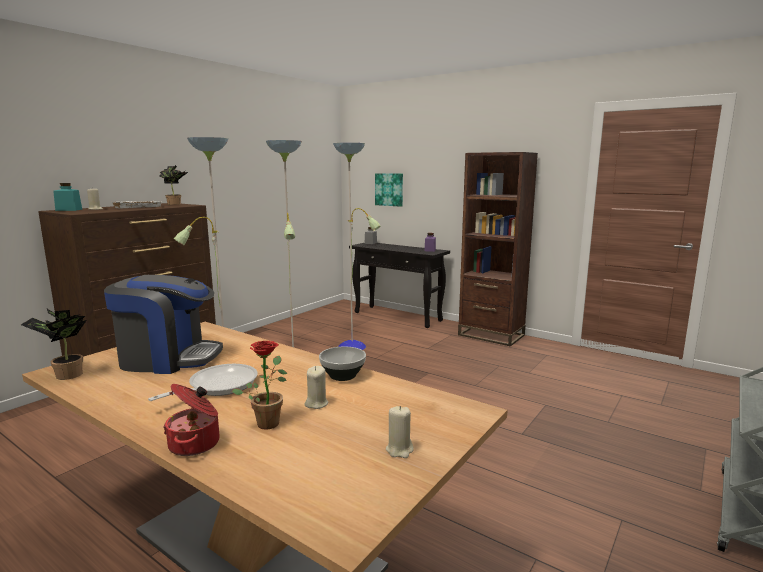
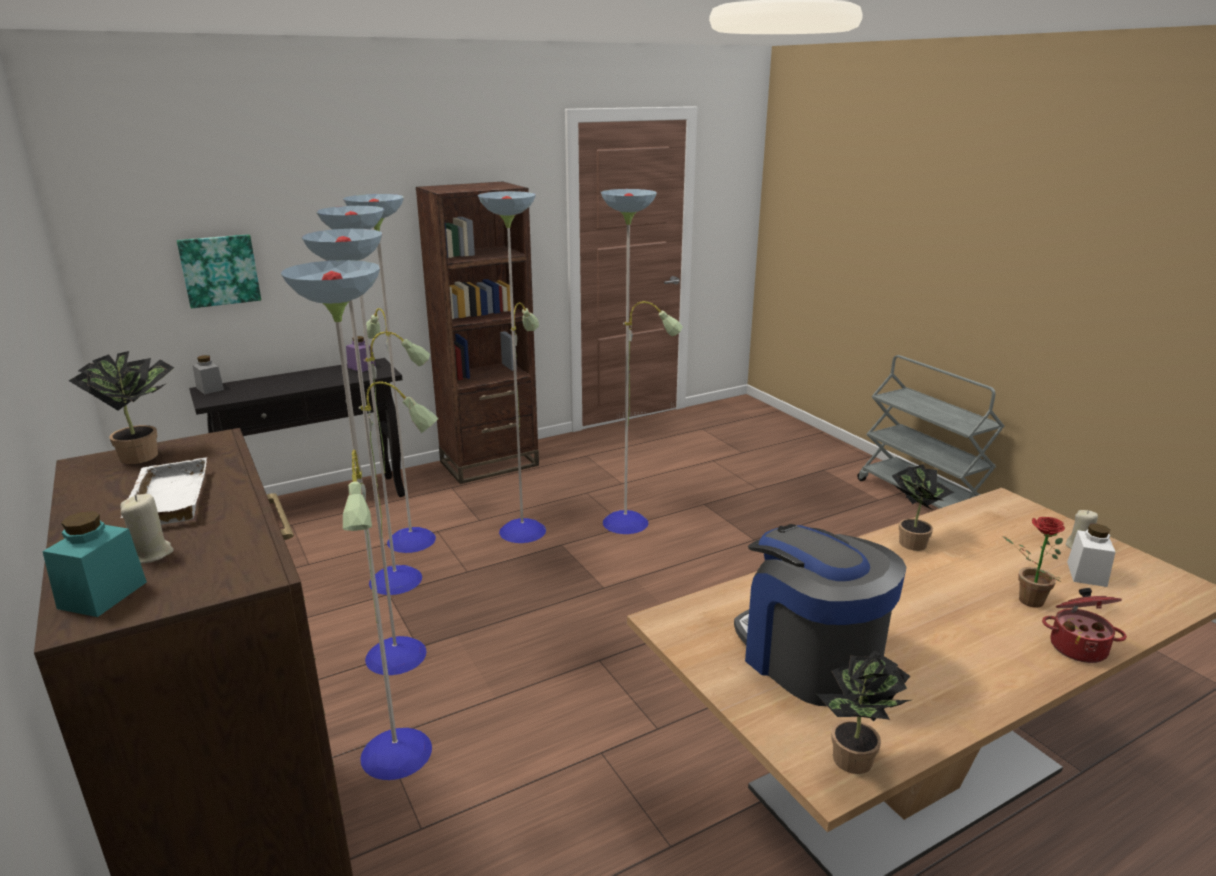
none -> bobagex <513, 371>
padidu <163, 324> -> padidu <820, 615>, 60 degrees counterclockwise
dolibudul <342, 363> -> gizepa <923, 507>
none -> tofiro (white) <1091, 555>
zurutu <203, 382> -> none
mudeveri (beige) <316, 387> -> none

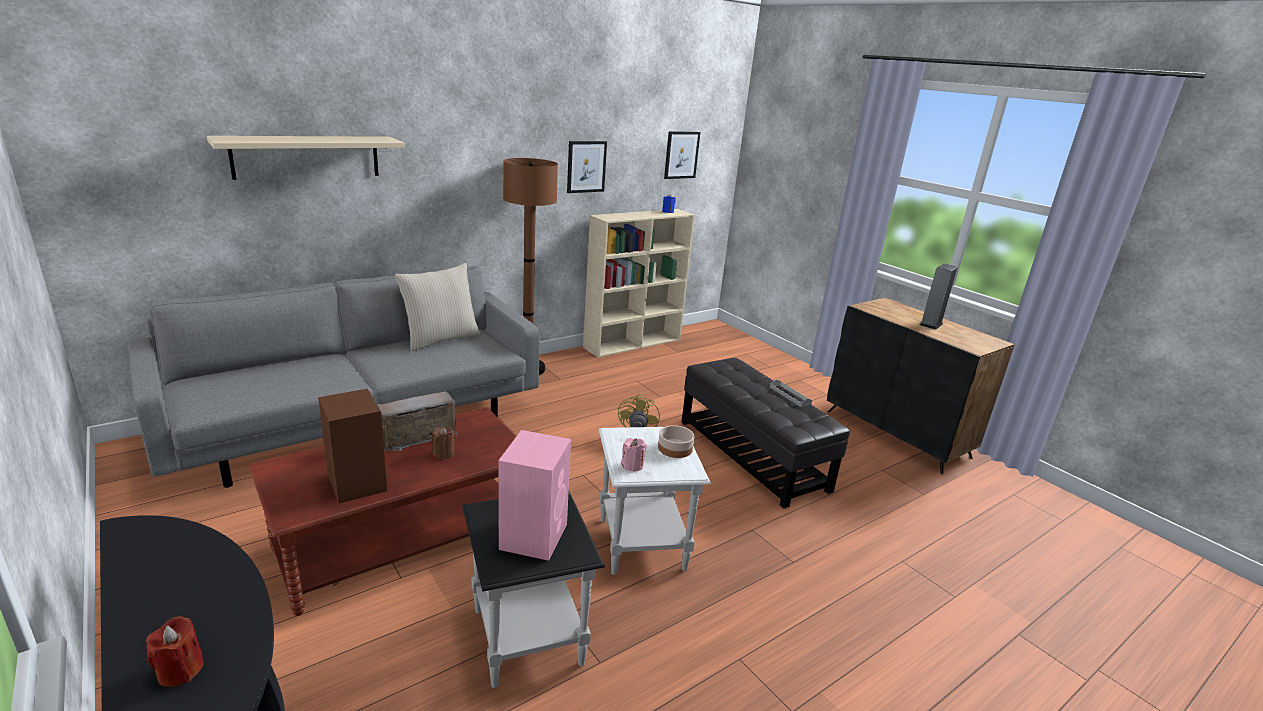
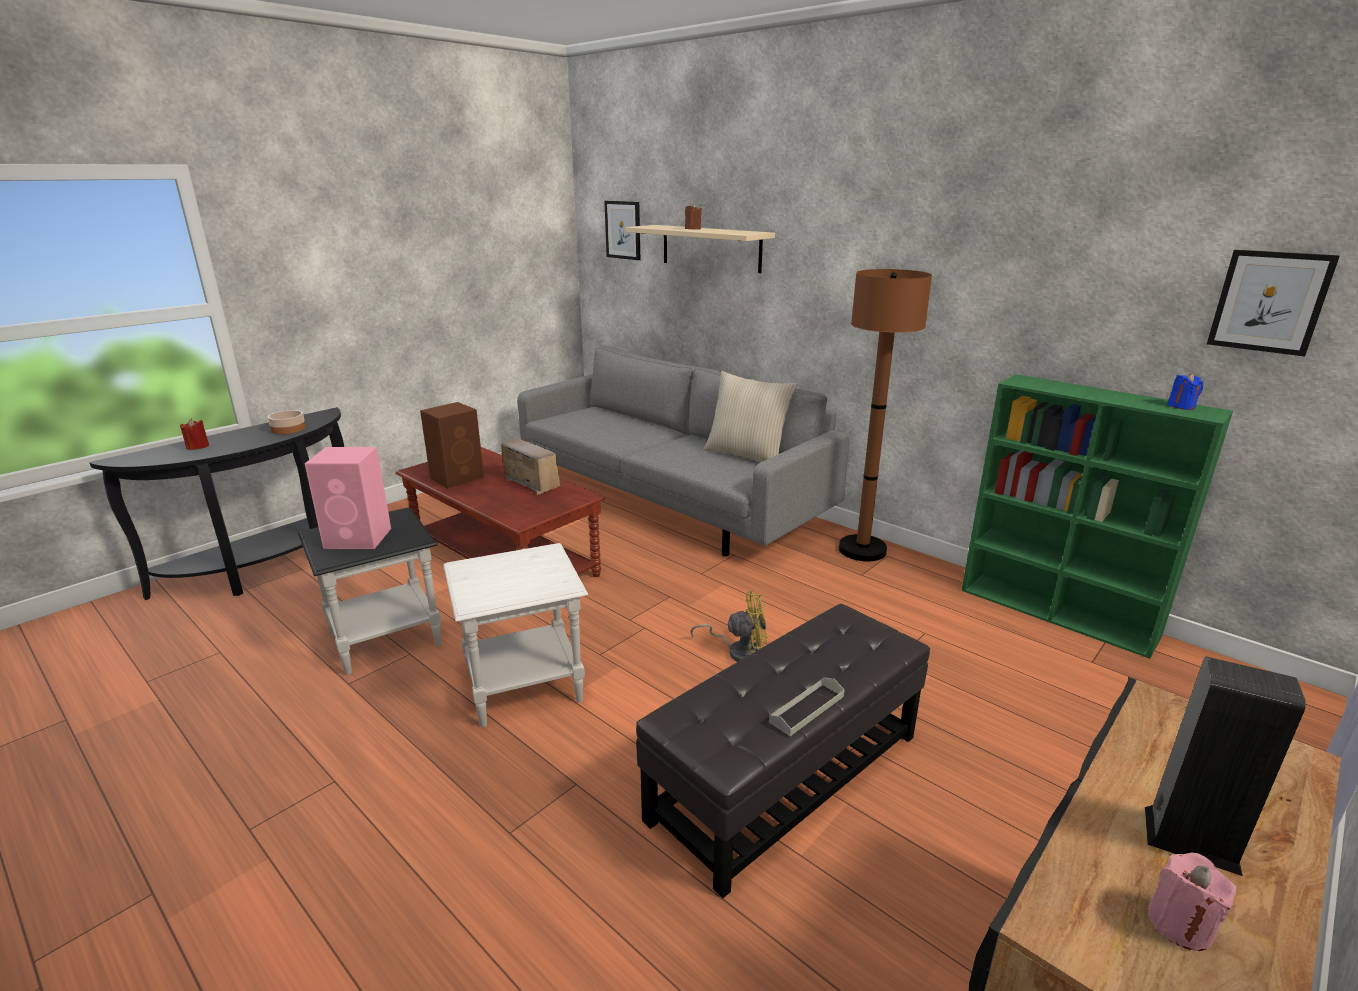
dolibudul <676, 441> -> dolibudul <287, 422>, shifted
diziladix <587, 167> -> diziladix <622, 230>, shifted
mudeveri (brown) <443, 443> -> mudeveri (brown) <693, 217>, shifted
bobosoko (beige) <639, 283> -> bobosoko (green) <1097, 516>
mudeveri (pink) <634, 455> -> mudeveri (pink) <1192, 902>, shifted

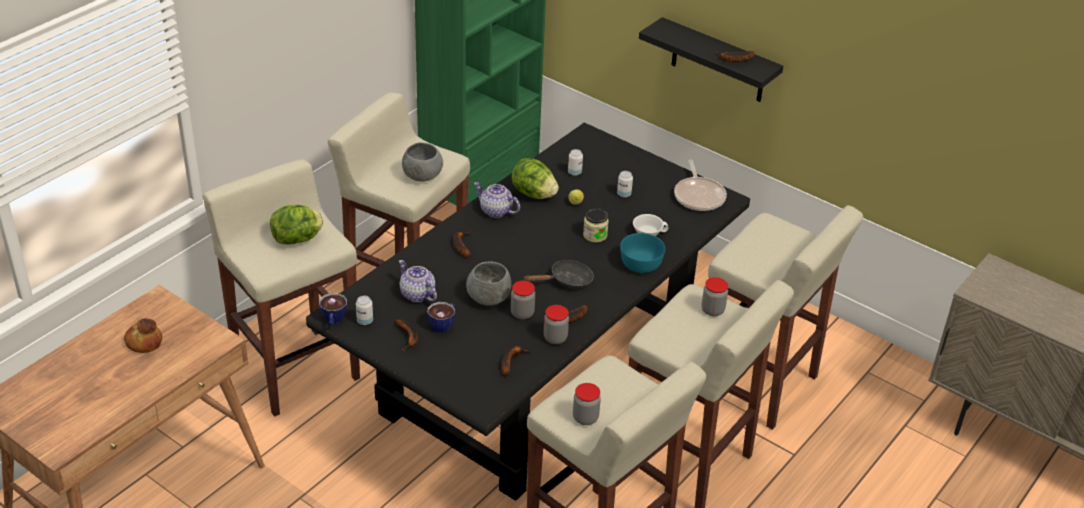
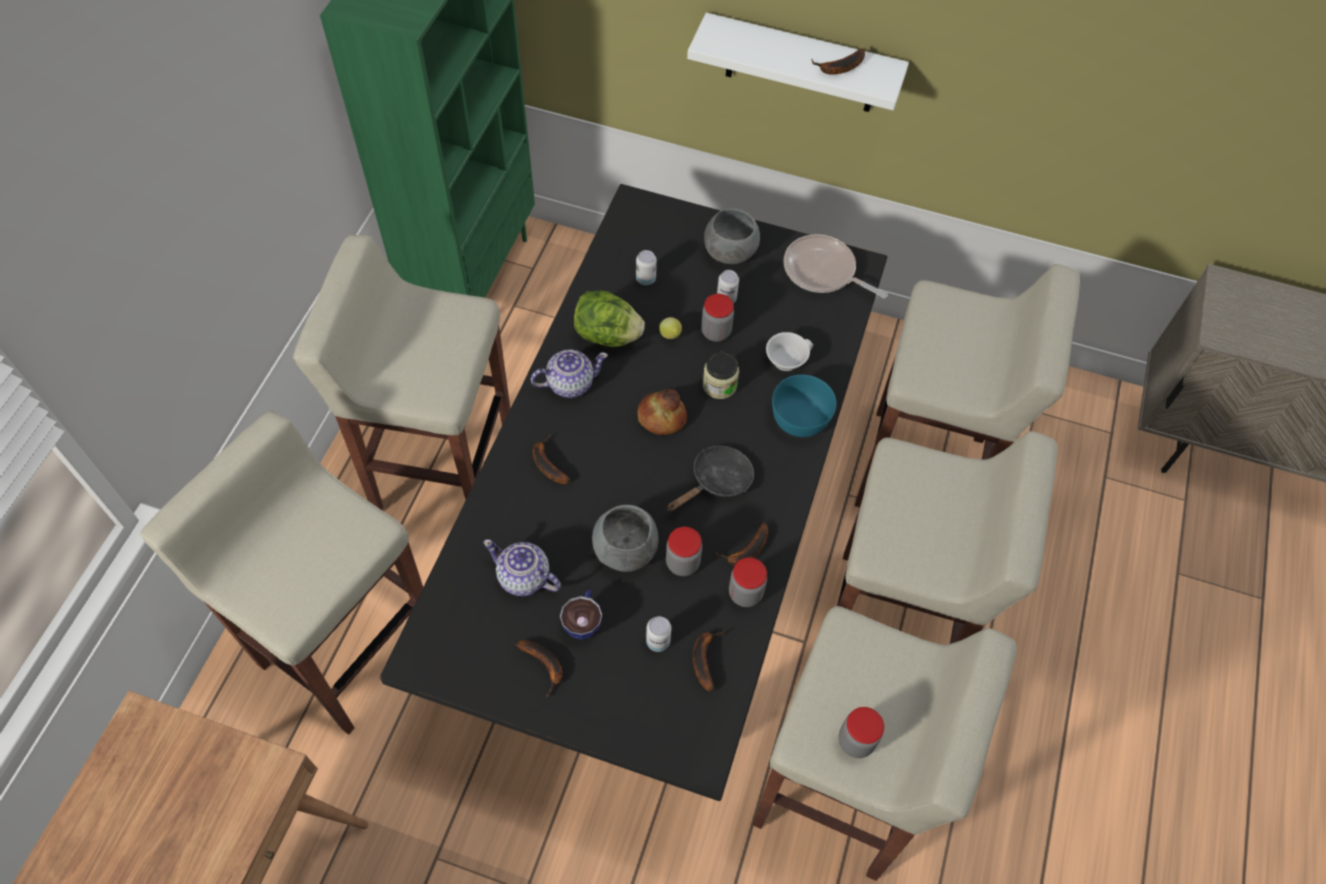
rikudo <497, 200> -> rikudo <569, 373>, 150 degrees clockwise
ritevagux <143, 335> -> ritevagux <662, 412>, shifted
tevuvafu <364, 310> -> tevuvafu <658, 634>, shifted
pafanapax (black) <711, 59> -> pafanapax (white) <798, 62>
tofiro <715, 296> -> tofiro <717, 318>, shifted
dolibudul (grey) <422, 162> -> dolibudul (grey) <732, 236>, shifted
zurutu <700, 185> -> zurutu <836, 266>, 150 degrees clockwise
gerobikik <296, 225> -> none
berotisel <333, 309> -> none

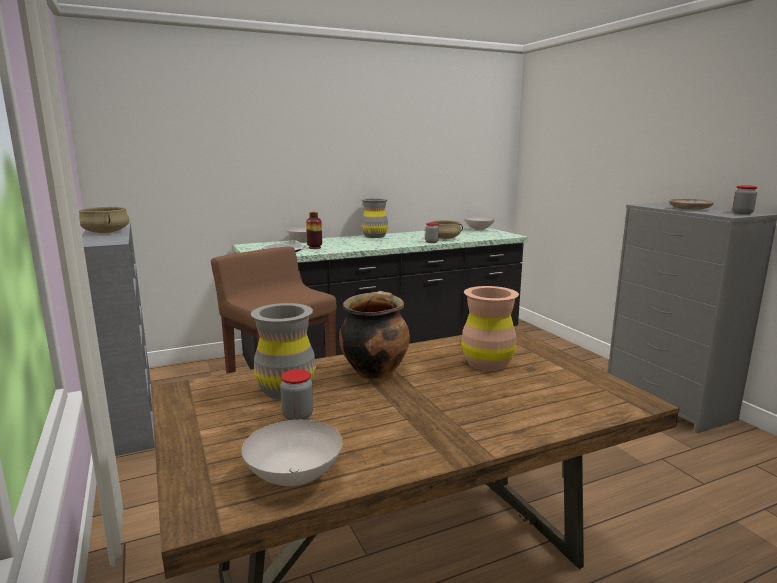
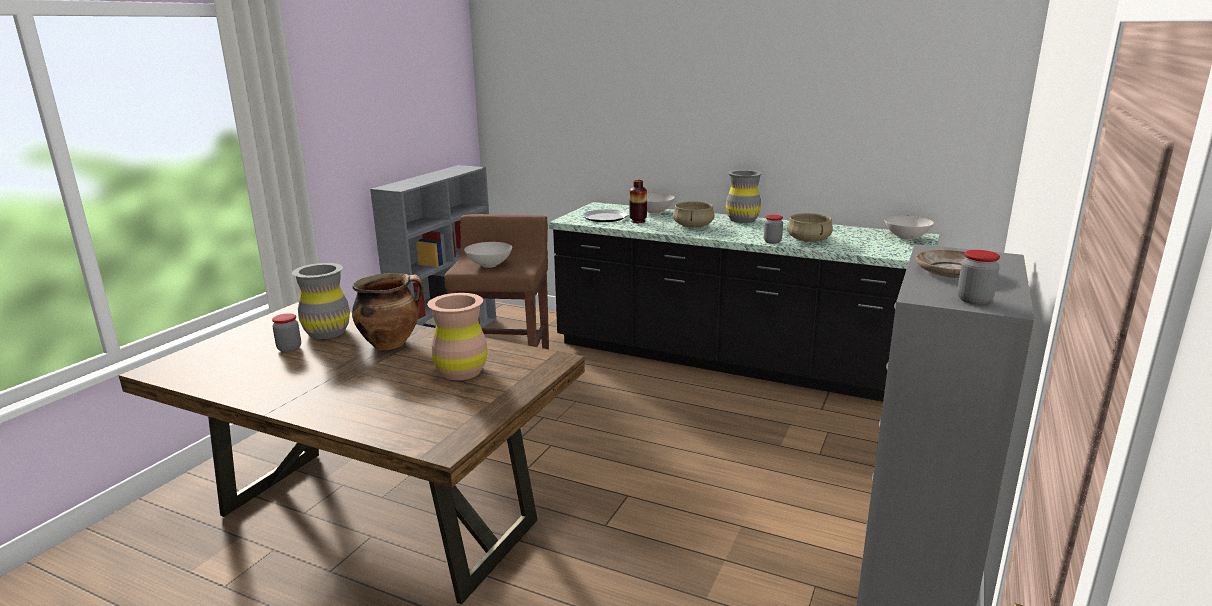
dolibudul (white) <292, 453> -> dolibudul (white) <488, 255>, shifted
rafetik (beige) <104, 220> -> rafetik (beige) <694, 214>, shifted

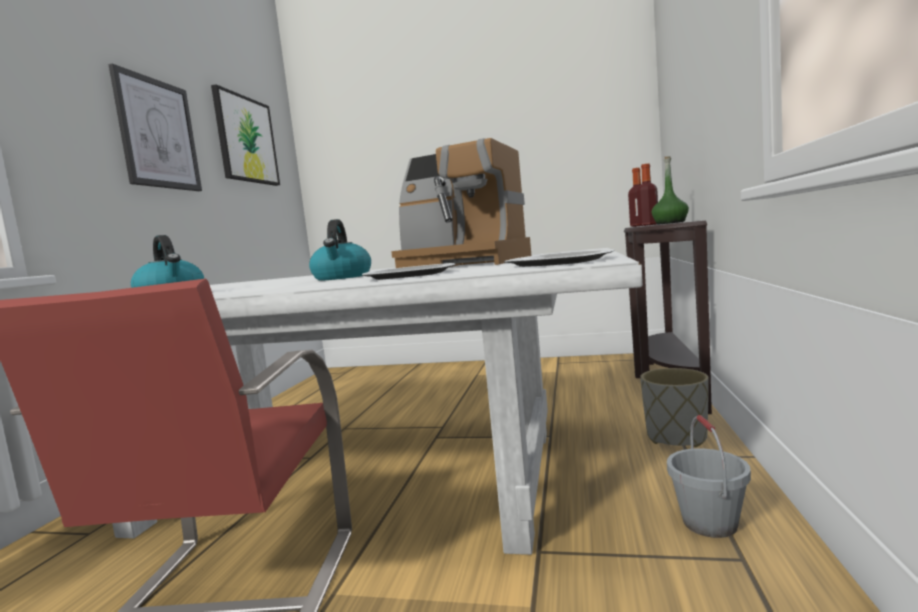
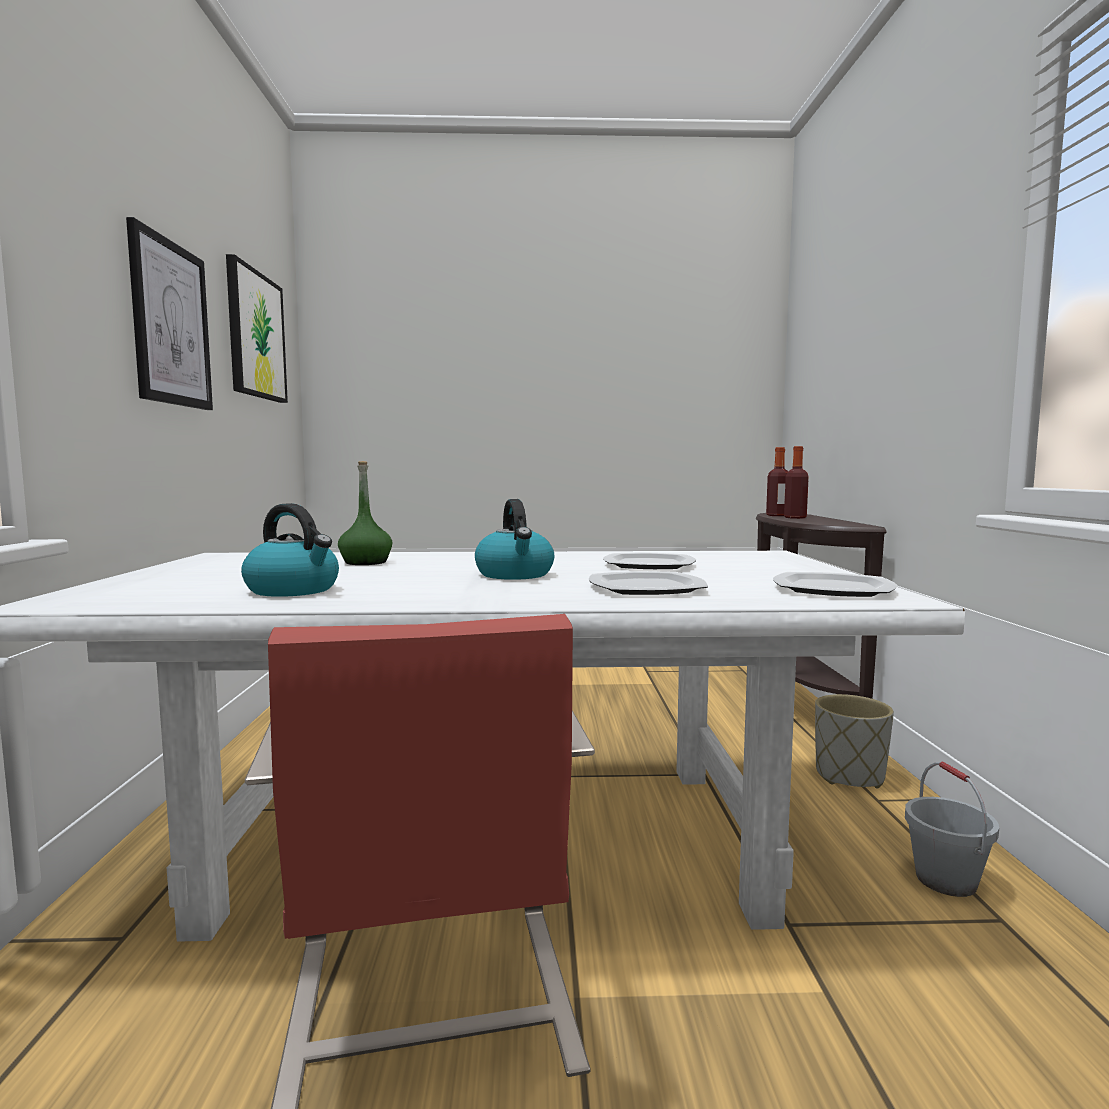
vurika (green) <670, 190> -> vurika (green) <365, 513>, shifted
padidu <461, 203> -> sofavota <649, 561>

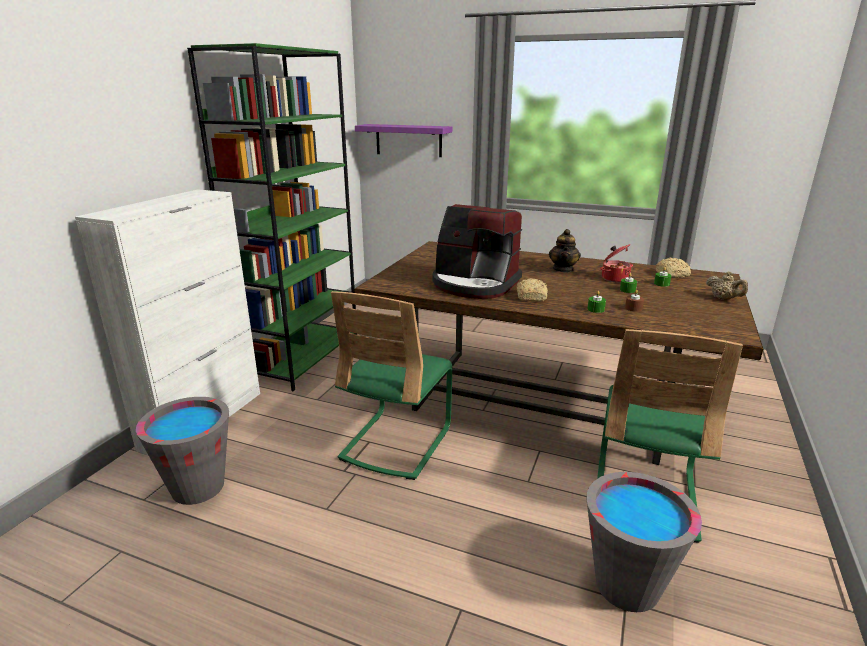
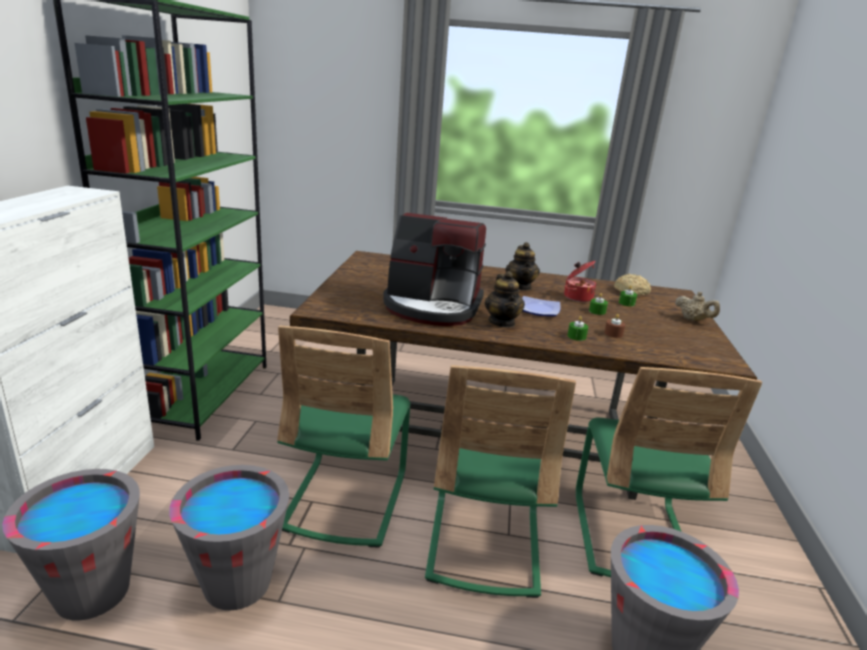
none -> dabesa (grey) <229, 537>
none -> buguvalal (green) <500, 481>
ritevagux <532, 290> -> rikudo <505, 299>
none -> sofavota <541, 306>
pafanapax (purple) <403, 140> -> none

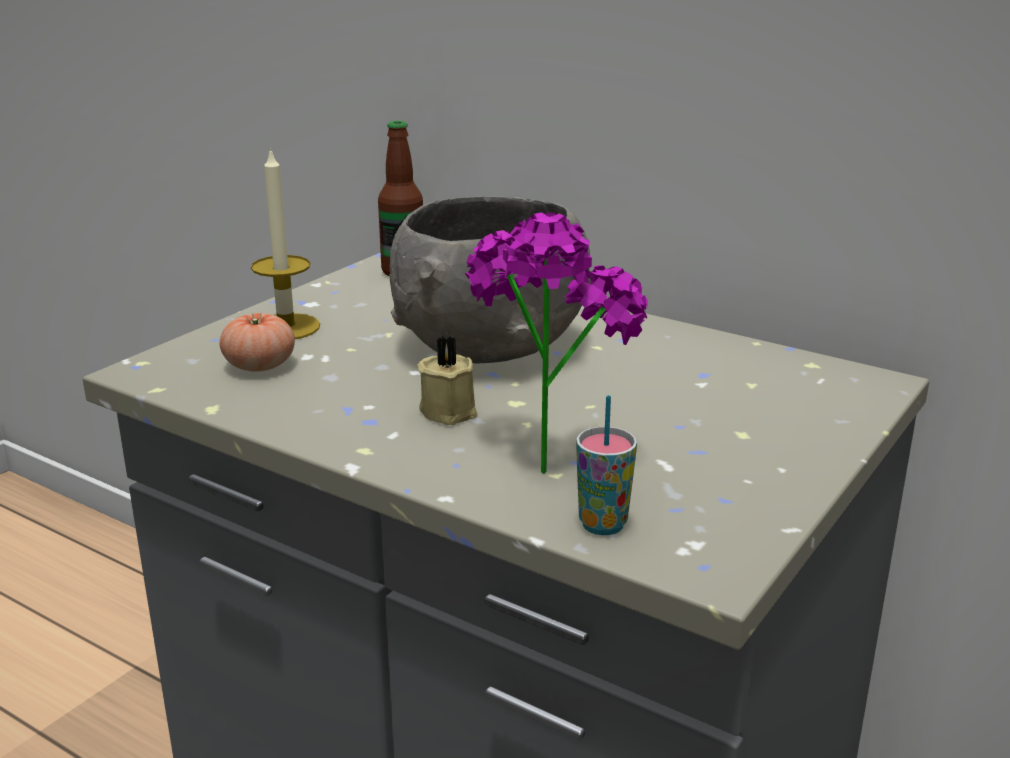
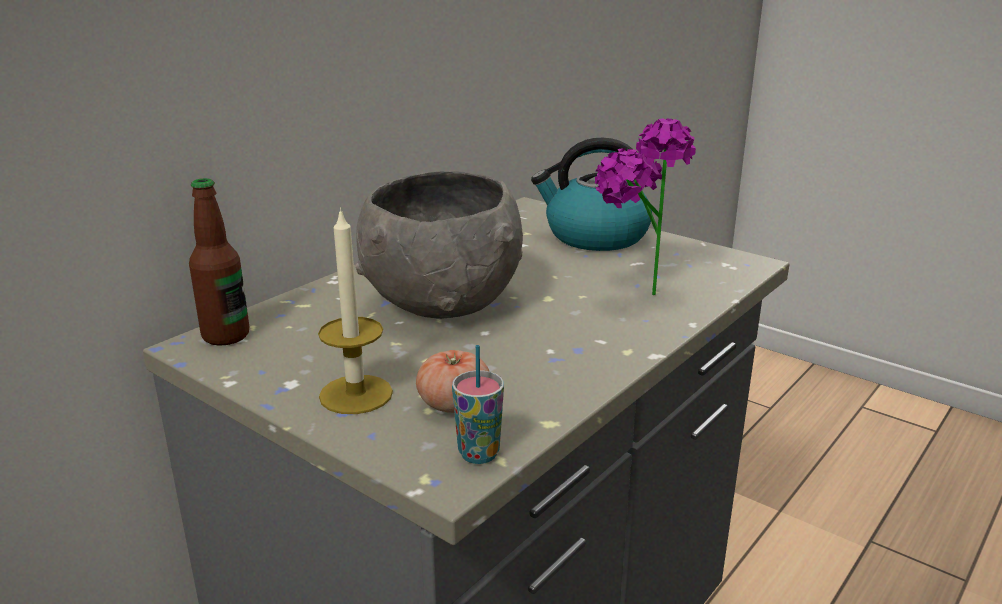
berotisel <606, 465> -> berotisel <478, 404>, shifted
none -> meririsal <591, 194>
mudeveri (beige) <448, 380> -> none

